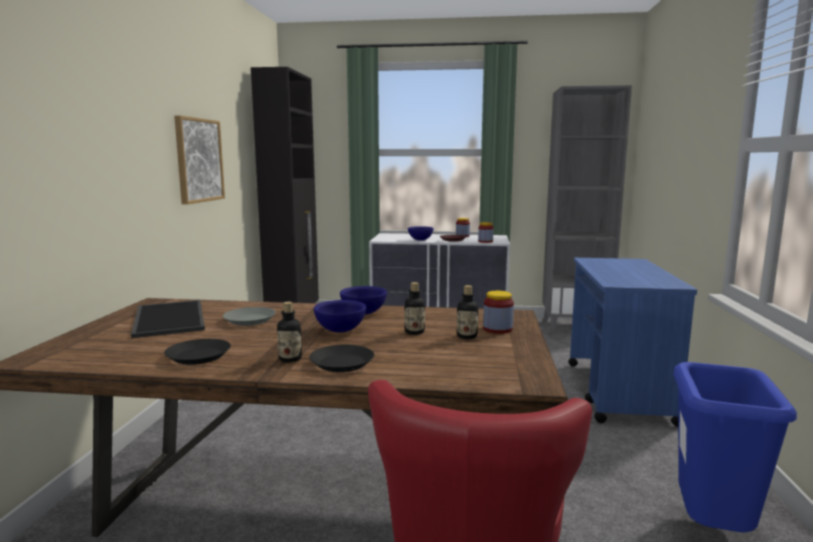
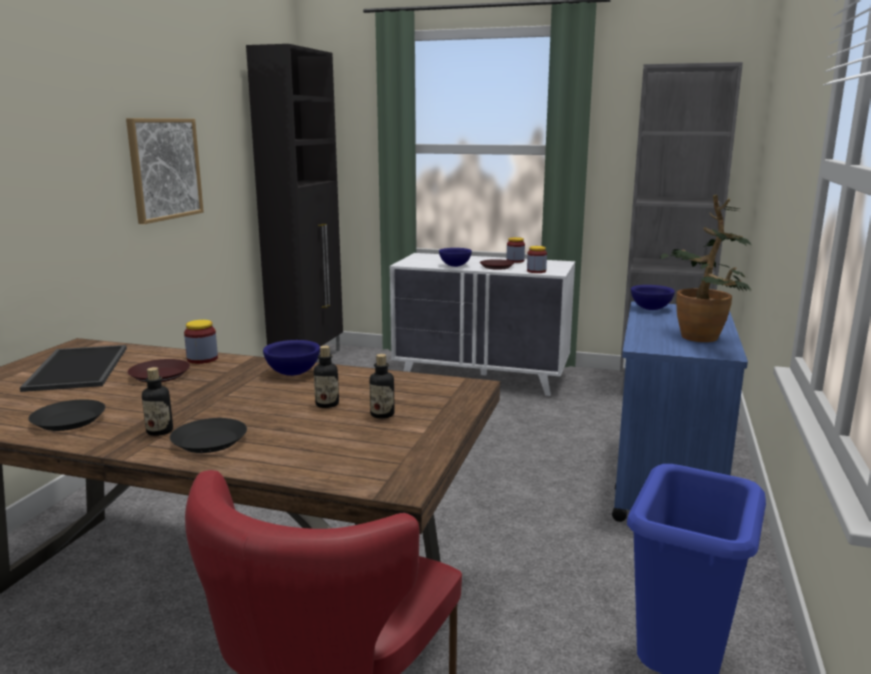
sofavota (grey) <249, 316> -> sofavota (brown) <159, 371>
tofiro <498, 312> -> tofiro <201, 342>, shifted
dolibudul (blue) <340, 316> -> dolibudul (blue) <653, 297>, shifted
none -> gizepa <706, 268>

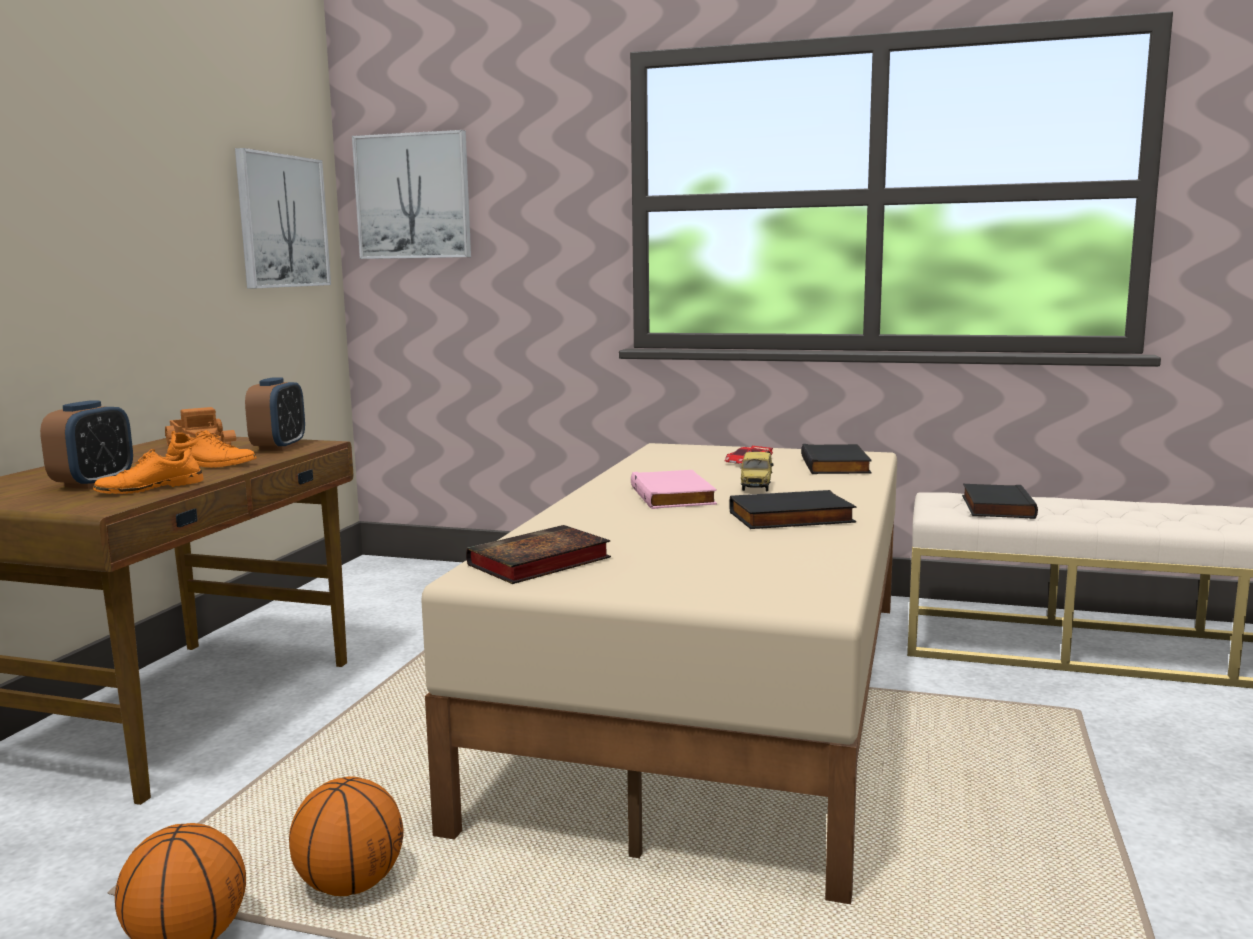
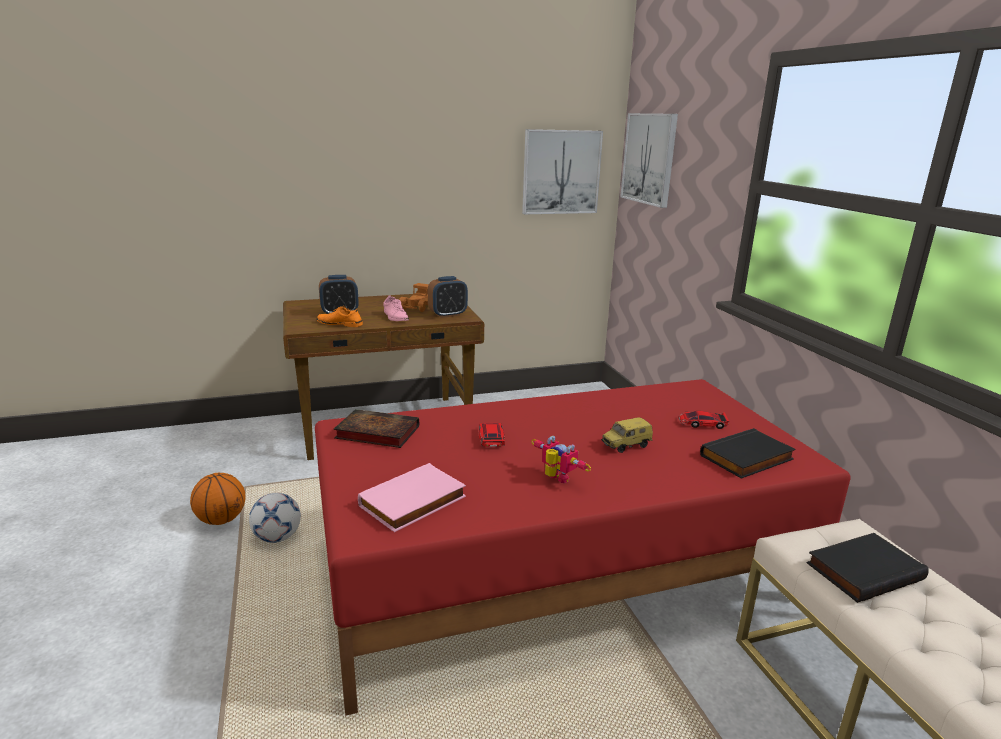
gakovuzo <346, 836> -> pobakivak <275, 518>
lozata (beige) <659, 673> -> lozata (red) <583, 547>
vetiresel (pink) <674, 489> -> vetiresel (pink) <412, 497>, shifted
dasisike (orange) <211, 449> -> dasisike (pink) <396, 308>
none -> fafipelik <491, 435>
vetiresel (black) <792, 509> -> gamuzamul <561, 459>

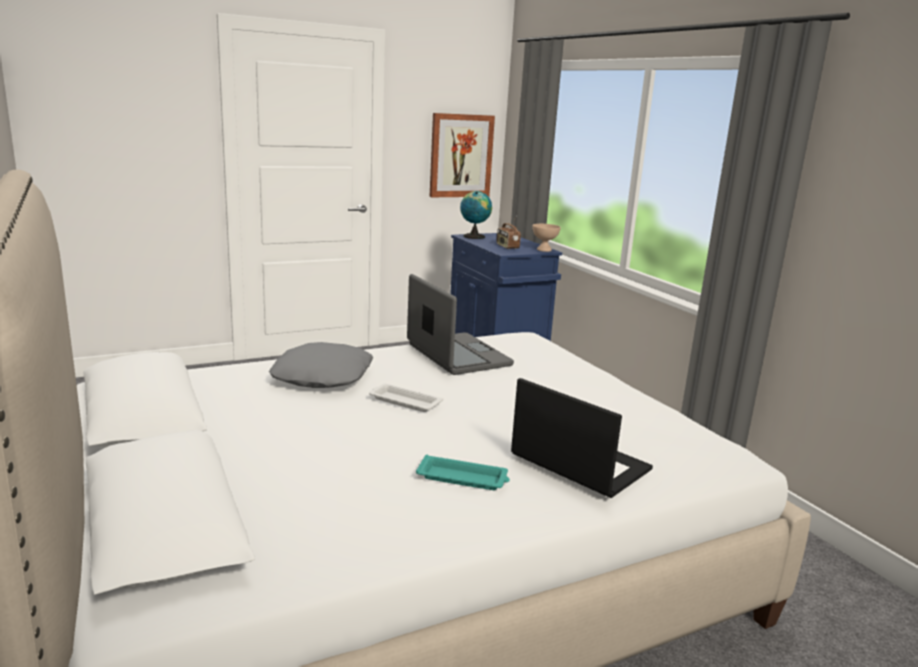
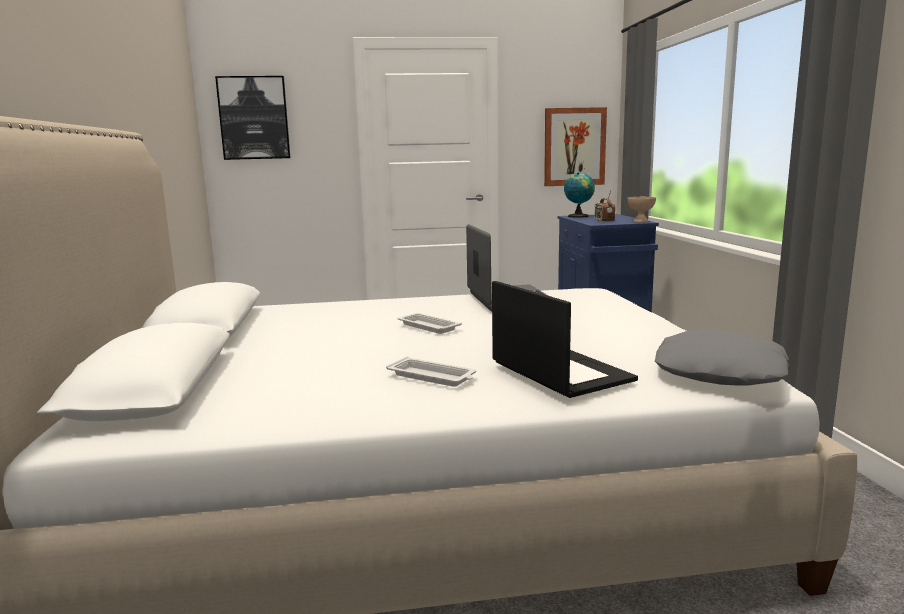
none -> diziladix <253, 118>
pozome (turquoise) <463, 472> -> pozome (white) <431, 371>
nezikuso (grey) <321, 365> -> nezikuso (grey) <722, 357>, shifted

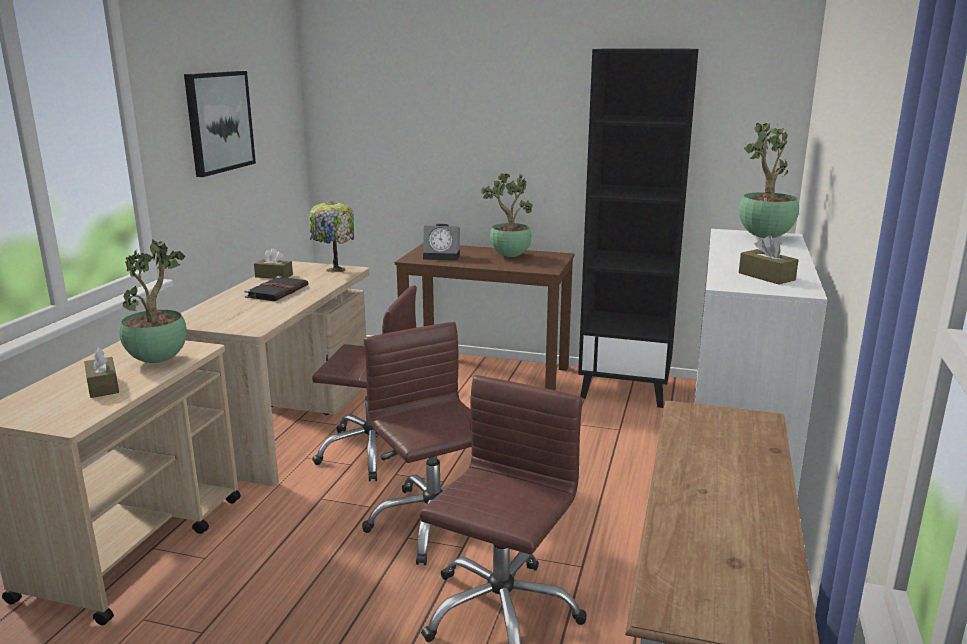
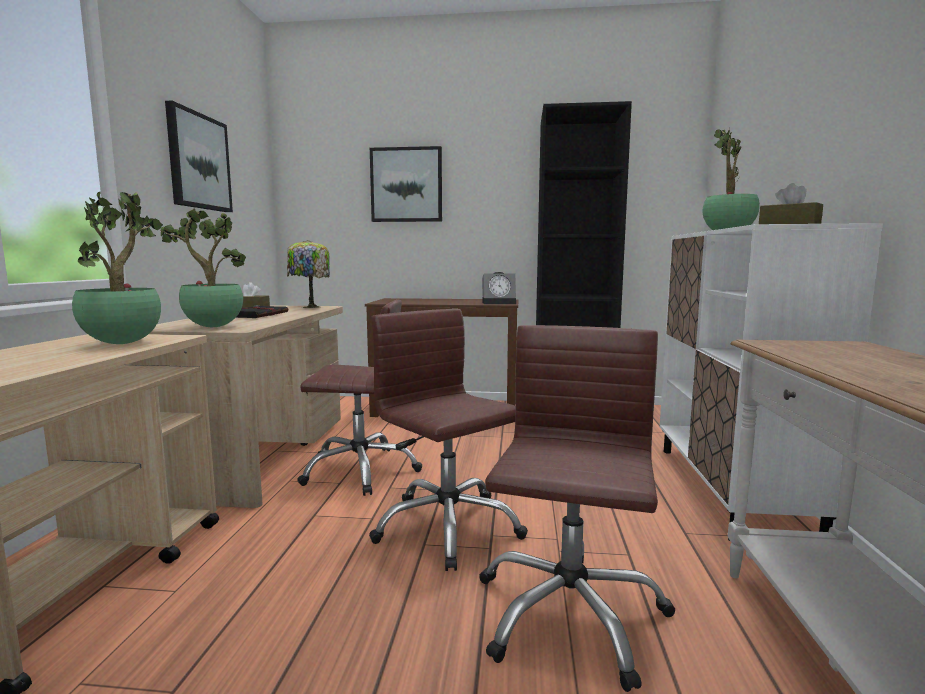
gizepa <507, 215> -> gizepa <203, 268>, shifted
none -> diziladix <406, 184>
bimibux <441, 242> -> bimibux <499, 288>, shifted
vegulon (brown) <101, 372> -> none

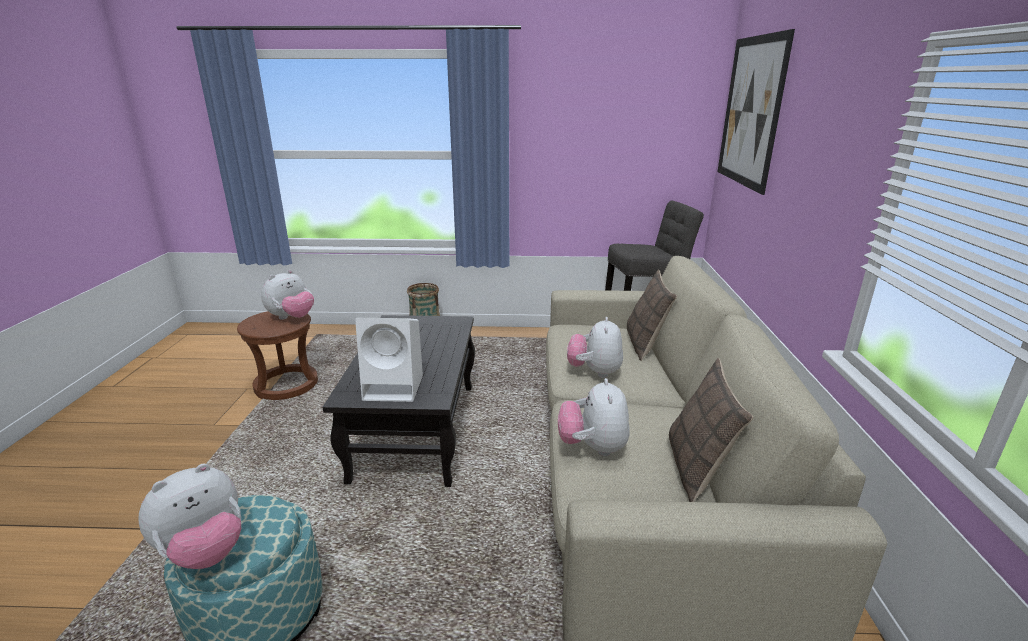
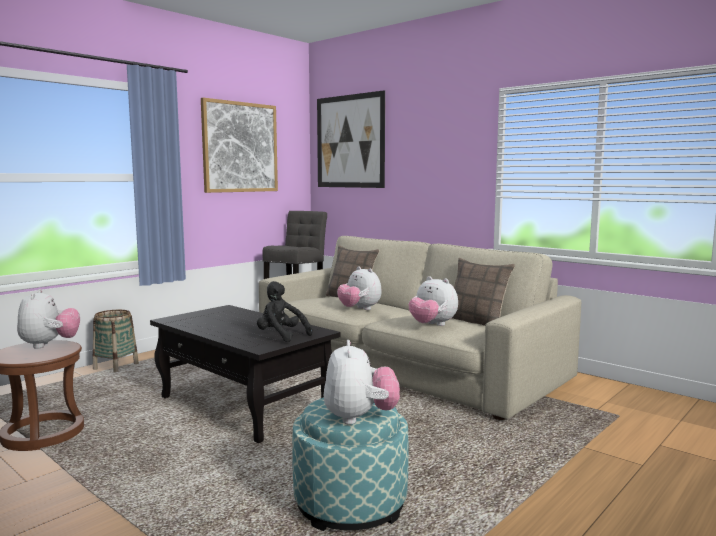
none -> diziladix <239, 145>
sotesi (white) <389, 360> -> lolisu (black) <285, 311>

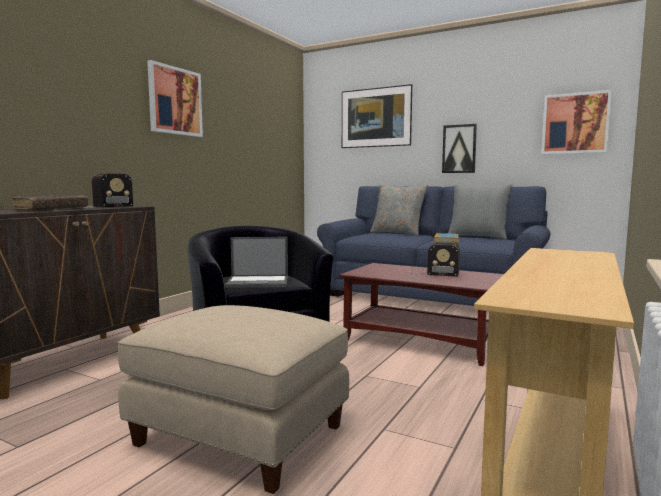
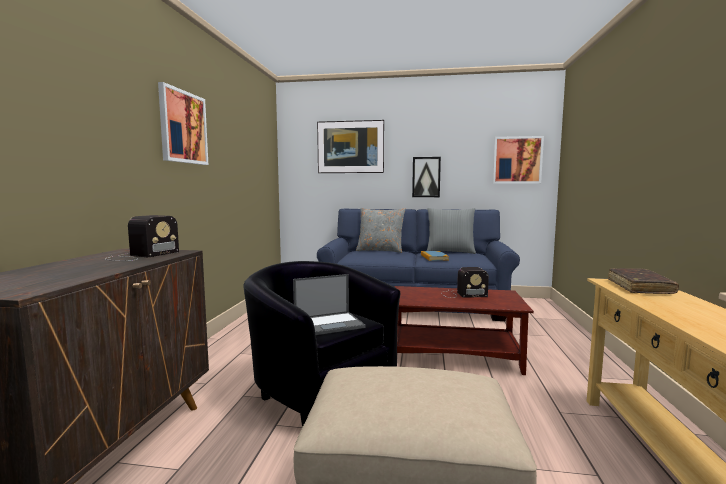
vetiresel (brown) <50, 202> -> vetiresel (brown) <643, 281>, shifted

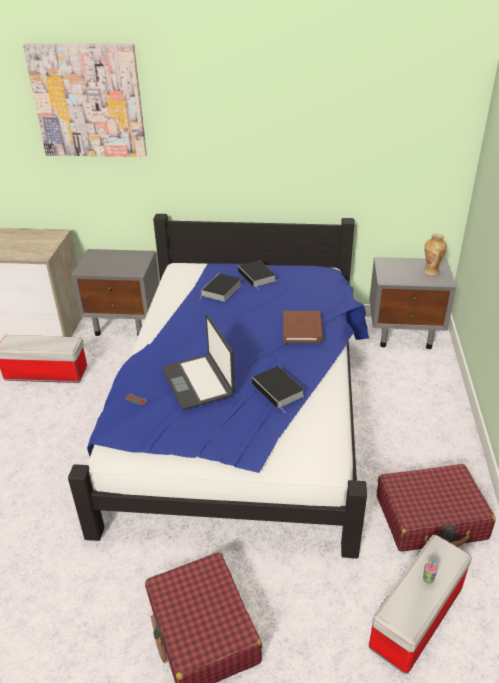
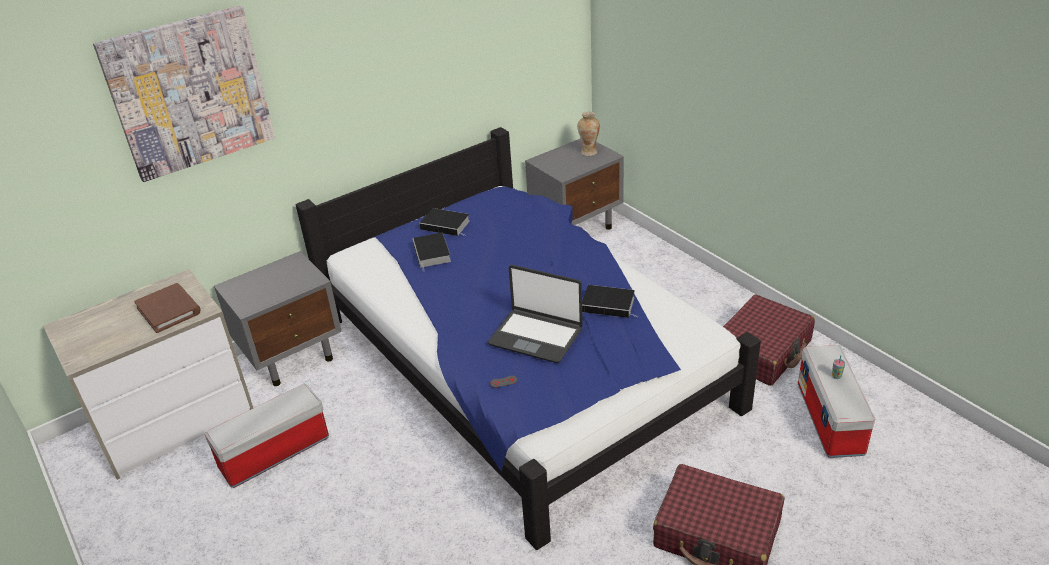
vetiresel (brown) <303, 327> -> vetiresel (brown) <167, 308>, shifted

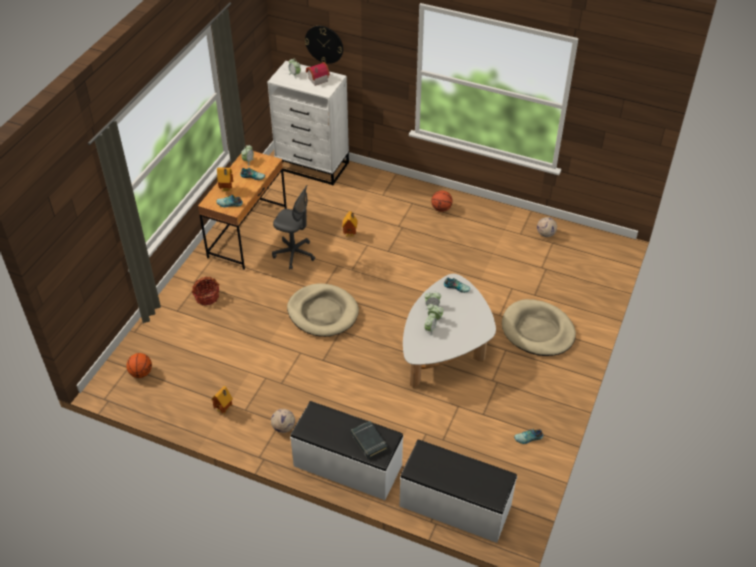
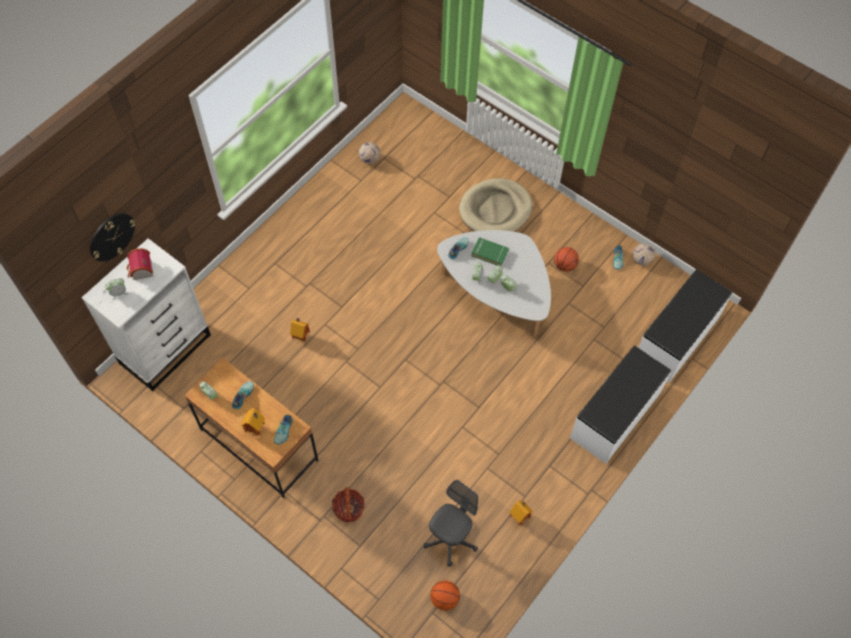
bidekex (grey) <293, 227> -> bidekex (grey) <451, 523>, shifted
none -> vetiresel (green) <490, 251>
gakovuzo <442, 201> -> gakovuzo <566, 259>, shifted
pobakivak <283, 421> -> pobakivak <644, 254>, shifted
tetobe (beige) <323, 310> -> none
vetiresel (black) <369, 440> -> none

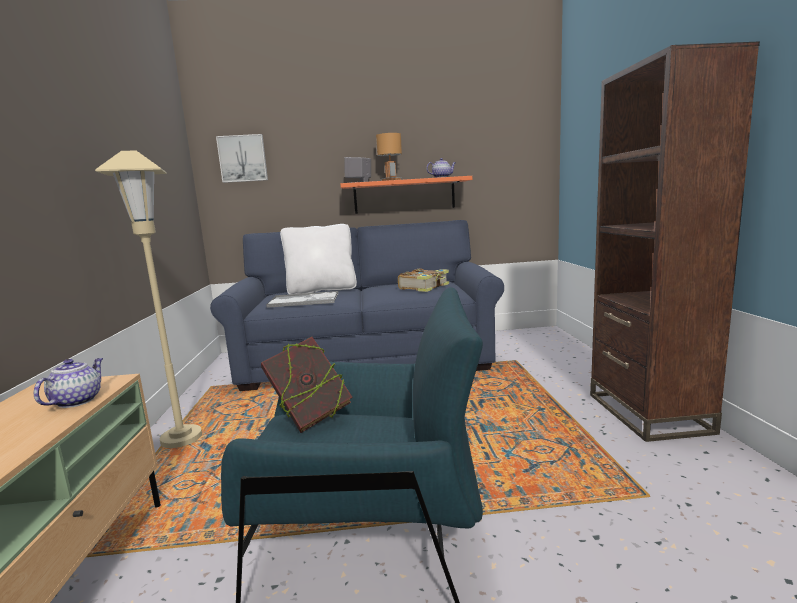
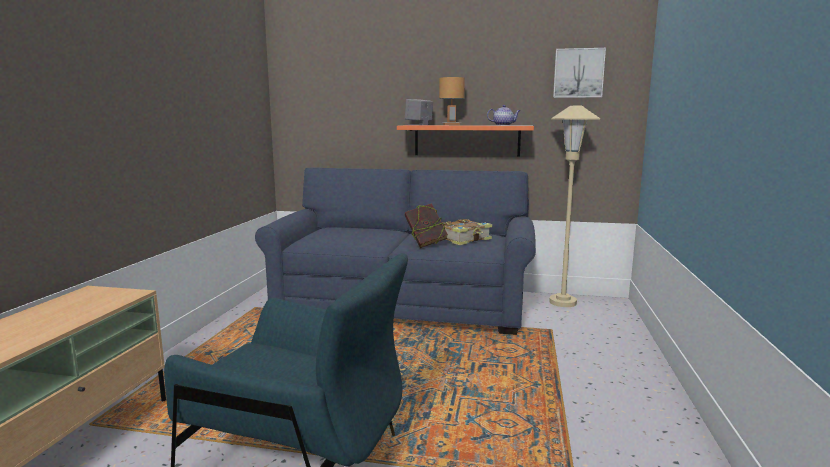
vetiresel <306, 385> -> vetiresel <426, 225>, shifted
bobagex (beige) <148, 299> -> bobagex (beige) <574, 206>, shifted
diziladix <242, 158> -> diziladix <579, 73>, shifted
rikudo <68, 383> -> none
pozome <302, 299> -> none
nezikuso (white) <318, 259> -> none
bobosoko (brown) <675, 241> -> none

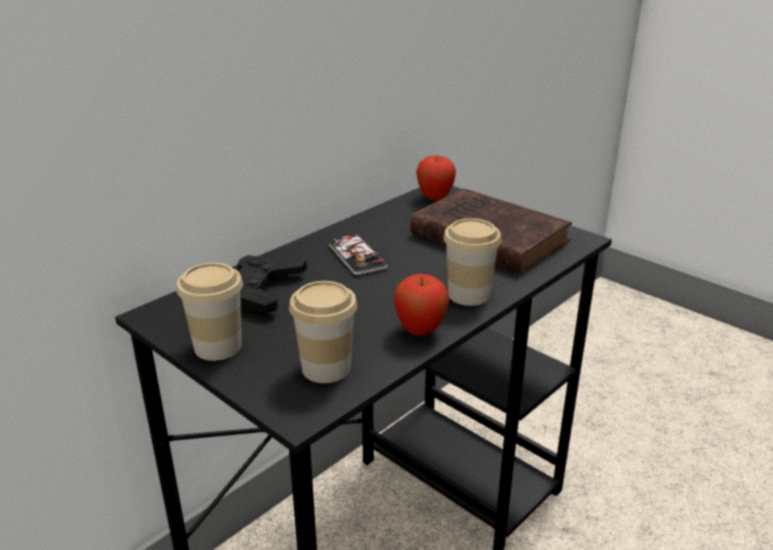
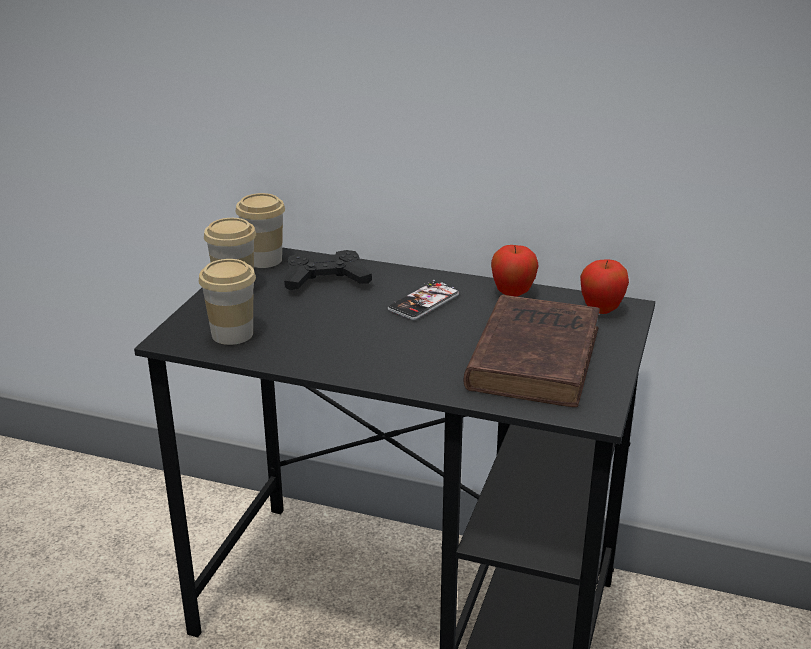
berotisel <472, 262> -> berotisel <260, 230>, shifted
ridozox <421, 305> -> ridozox <514, 271>, shifted

